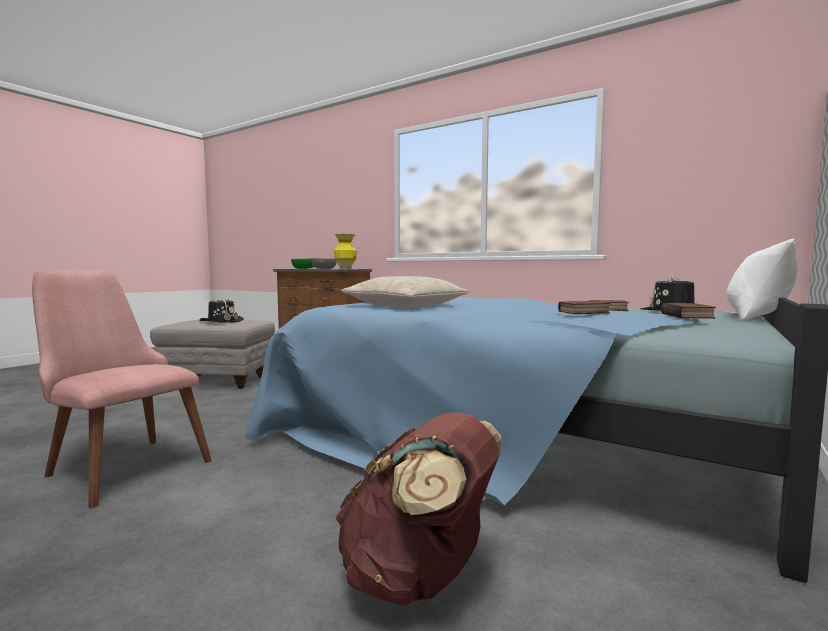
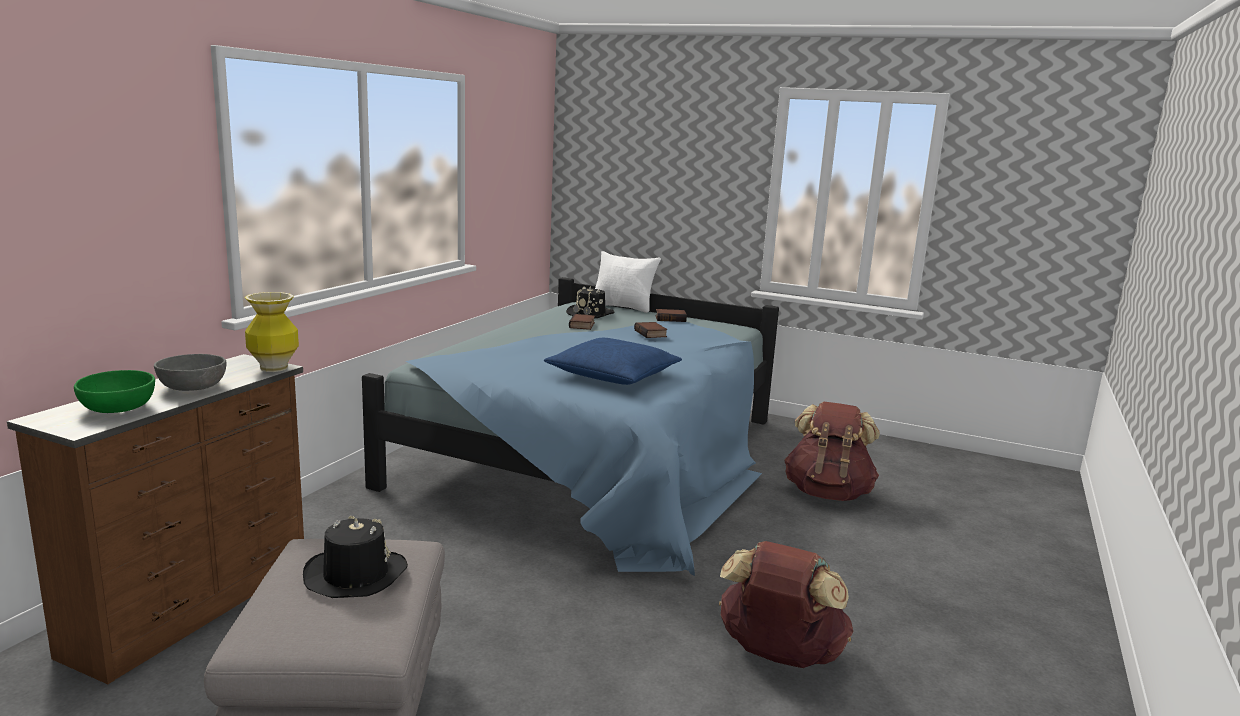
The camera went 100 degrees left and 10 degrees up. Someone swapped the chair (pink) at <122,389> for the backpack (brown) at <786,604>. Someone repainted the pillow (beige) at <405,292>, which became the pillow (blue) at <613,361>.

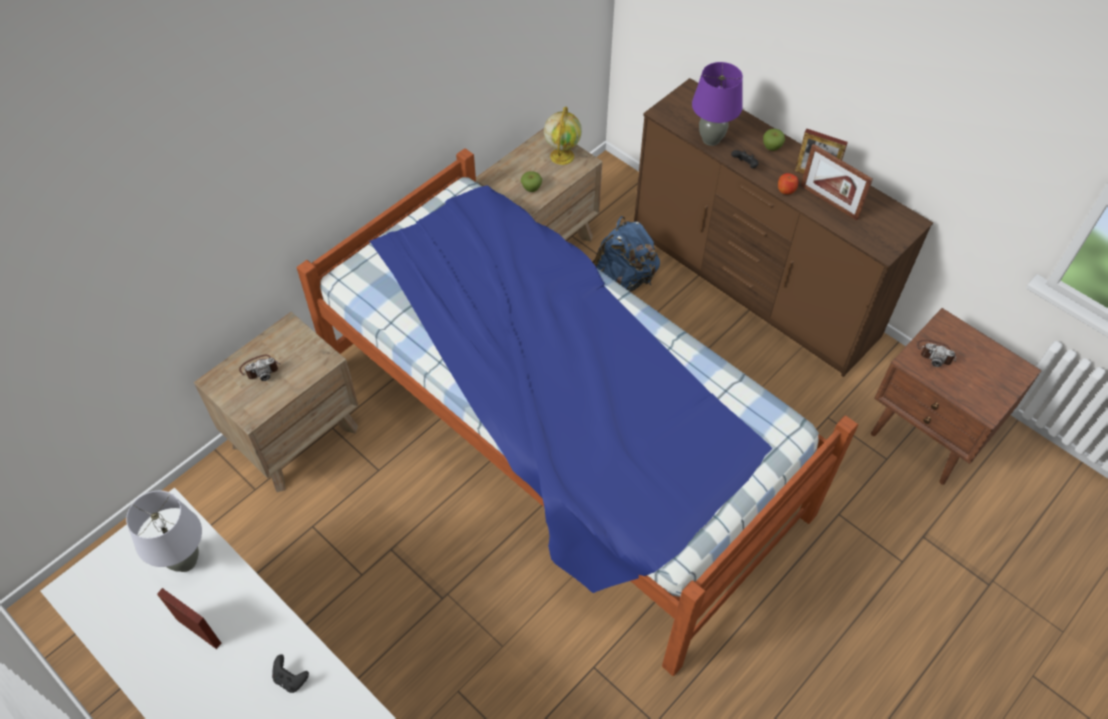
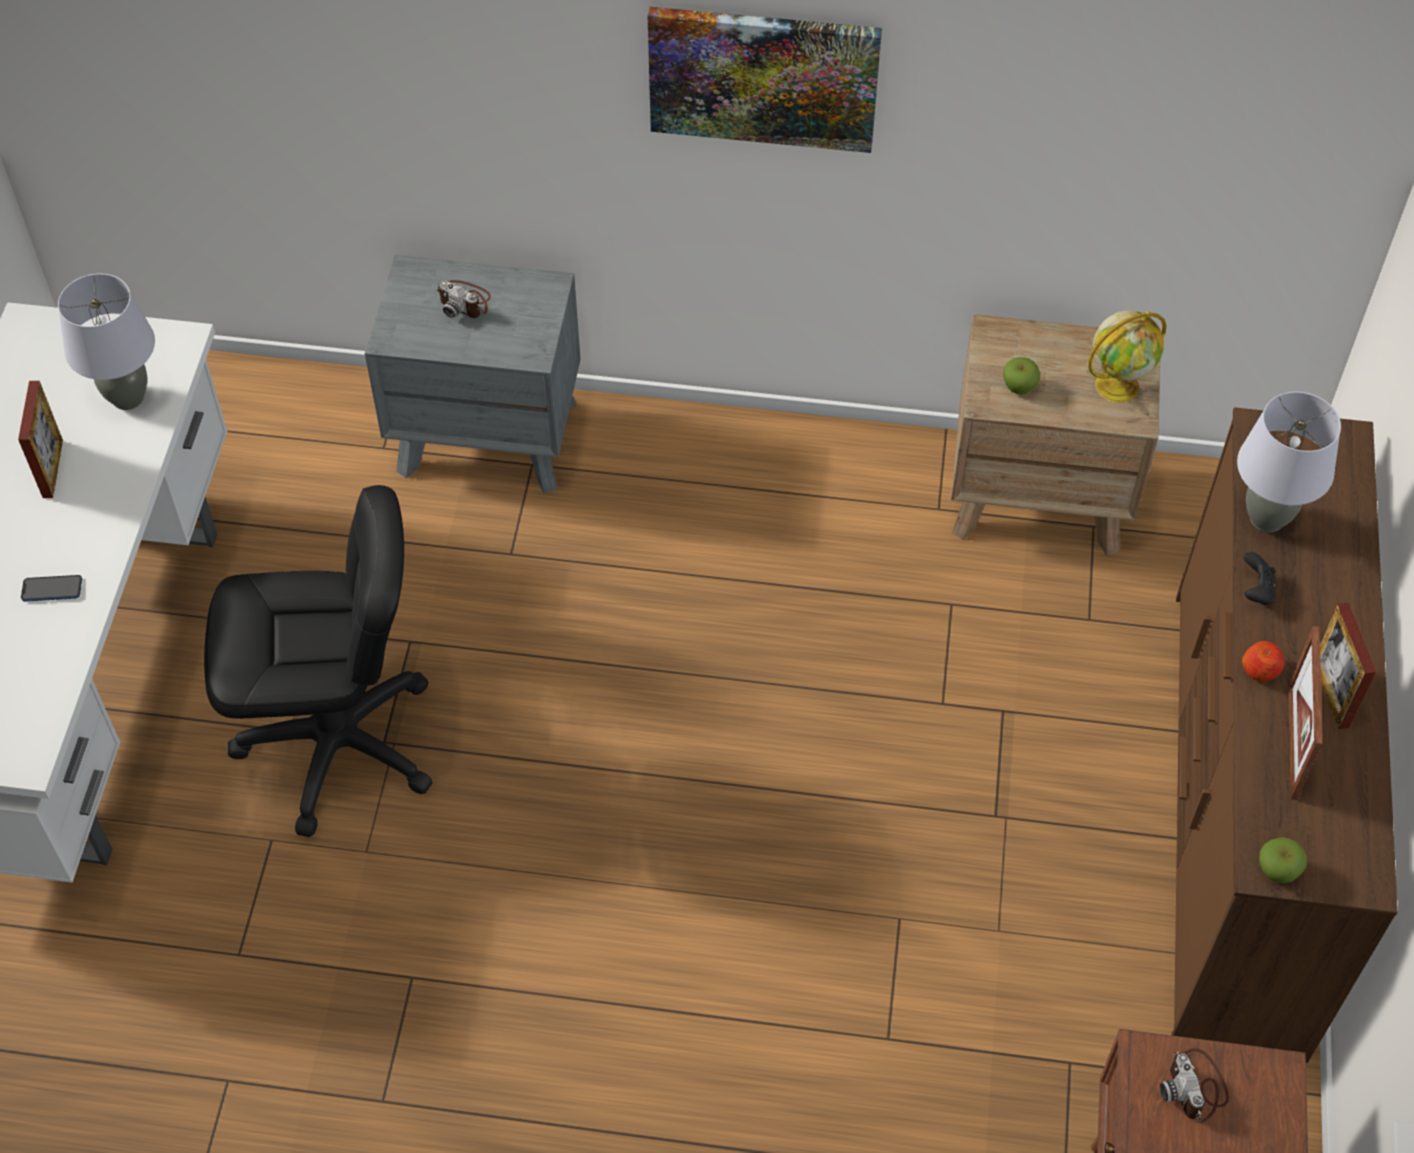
The camera went 55 degrees right and 0 degrees up. Someone repainted the table lamp (purple) at <717,104>, which became the table lamp (grey) at <1289,462>. Someone carried the apple from <774,140> to <1283,860>. Someone took away the bed at <577,412>. Someone took away the backpack (blue) at <626,253>. Someone repainted the nightstand (brown) at <276,402>, which became the nightstand (grey) at <472,374>. Someone swapped the game controller (black) at <290,673> for the phone at <51,588>. Someone put up the picture at <765,80>. Someone put down the office chair (black) at <318,661>.

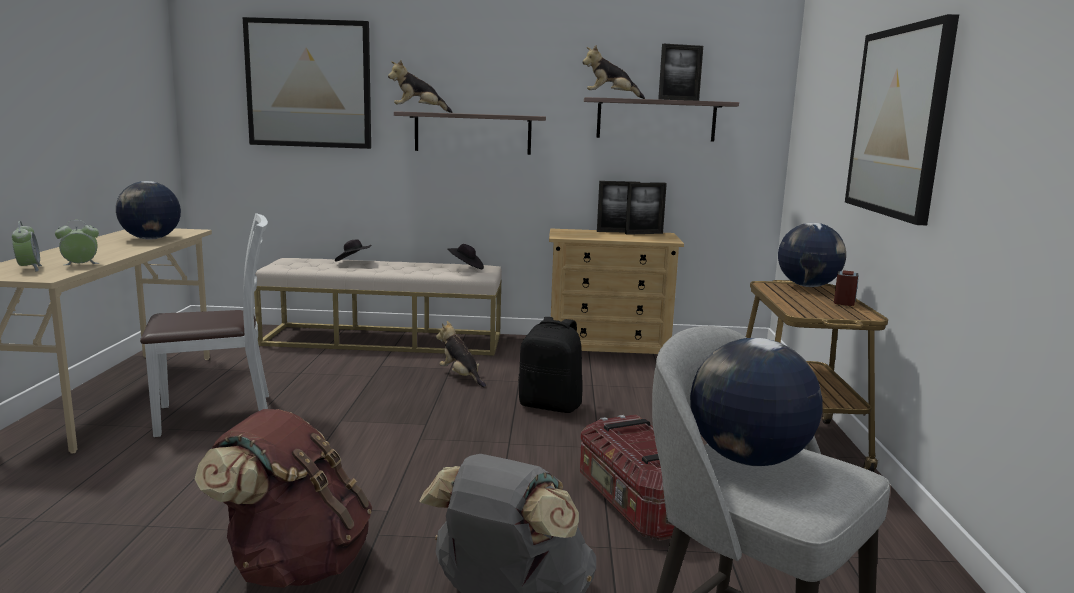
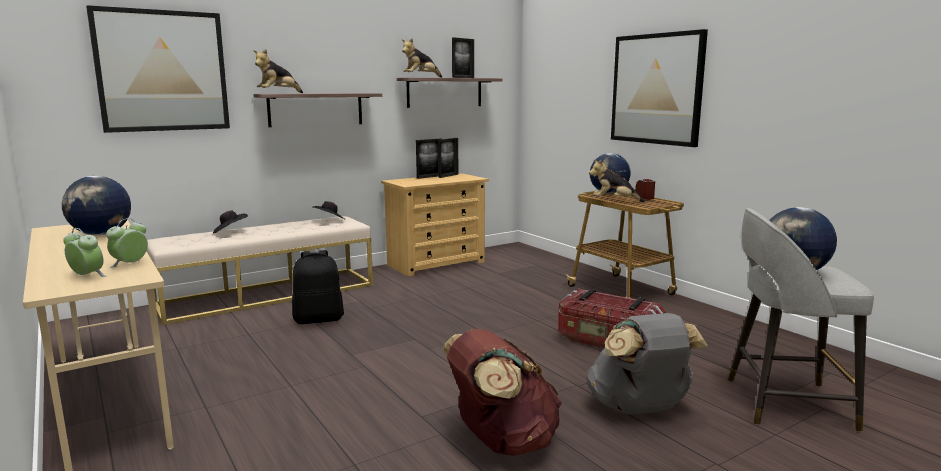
The camera went 35 degrees left and 0 degrees up. Someone took away the chair (white) at <204,325>. Someone carried the backpack (black) from <550,365> to <318,287>. Someone carried the plush toy from <461,354> to <617,180>.

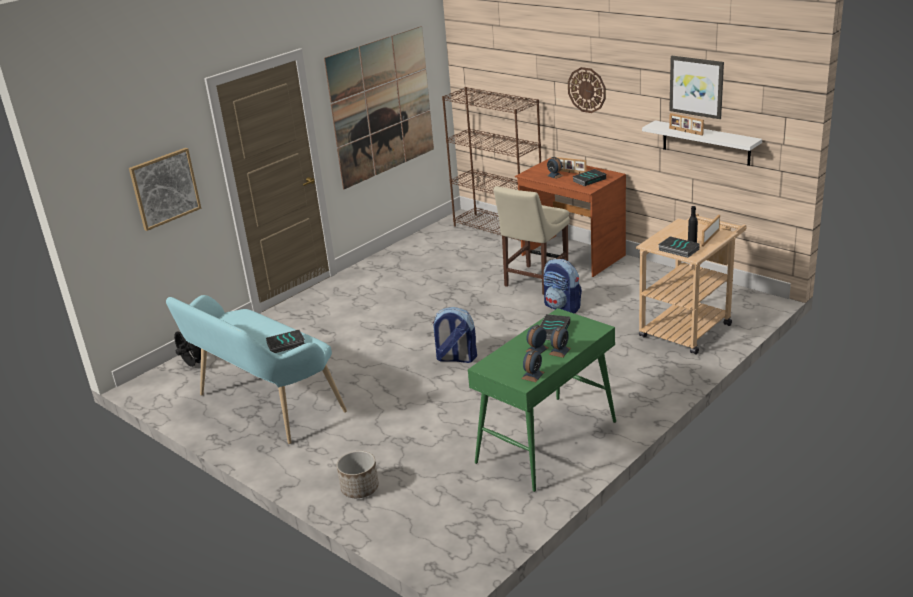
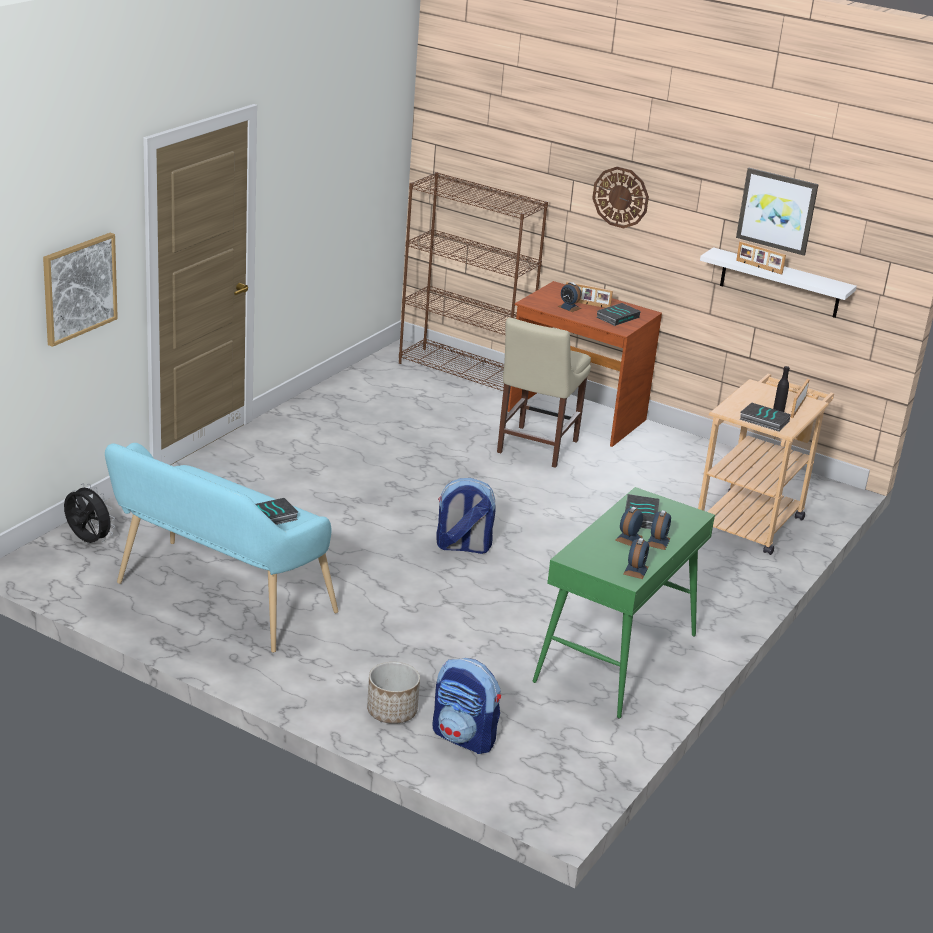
The camera went 15 degrees left and 0 degrees up. Someone took away the picture at <379,107>. Someone carried the backpack from <562,286> to <466,706>.

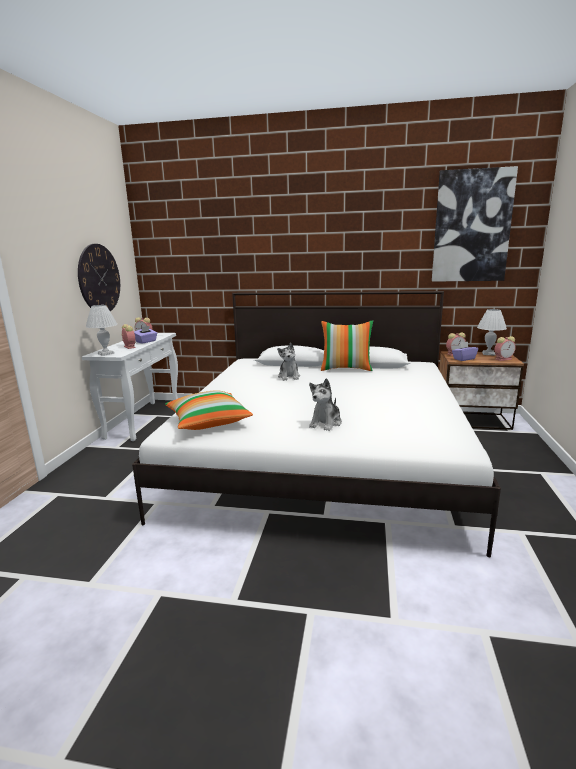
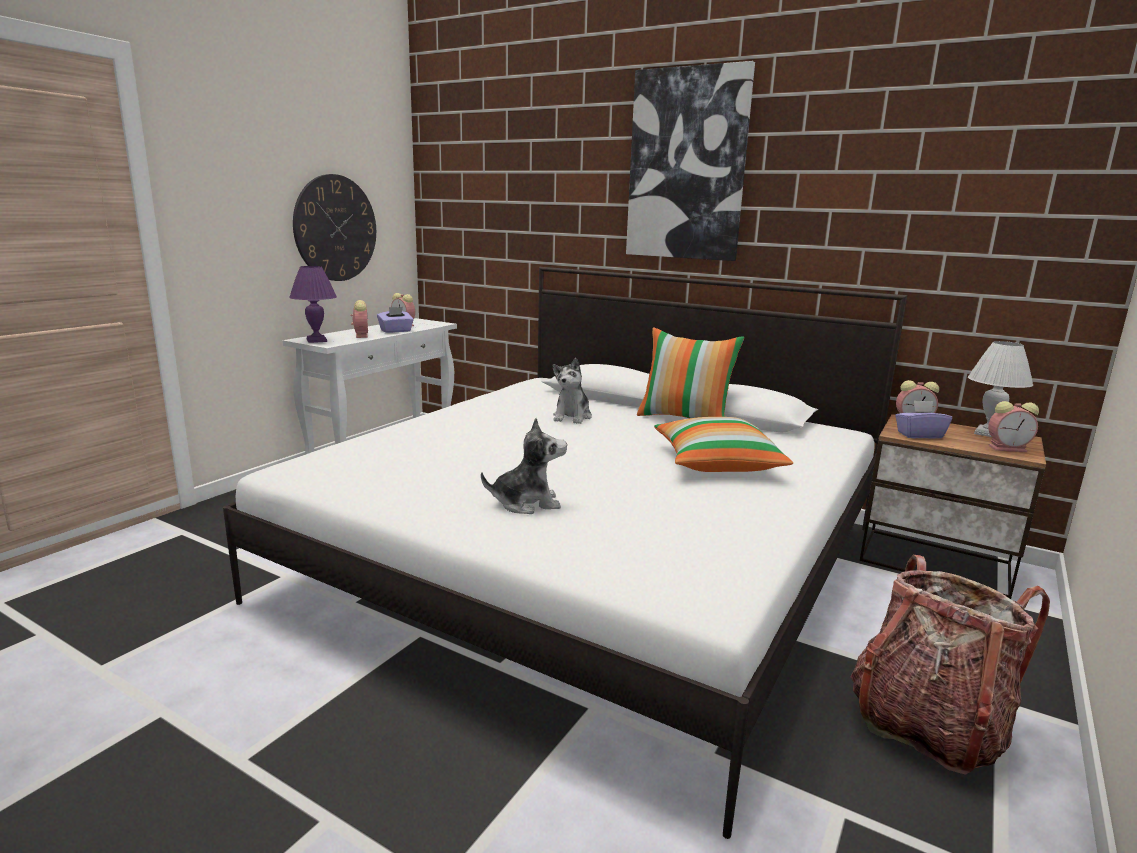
The camera went 20 degrees right and 0 degrees up. Someone carried the picture from <475,224> to <690,161>. Someone repainted the table lamp (white) at <102,330>, which became the table lamp (purple) at <313,304>. Someone rotated the plush toy at <325,404> by 150 degrees counterclockwise. Someone carried the pillow from <209,410> to <723,444>. Someone put down the backpack at <950,665>.

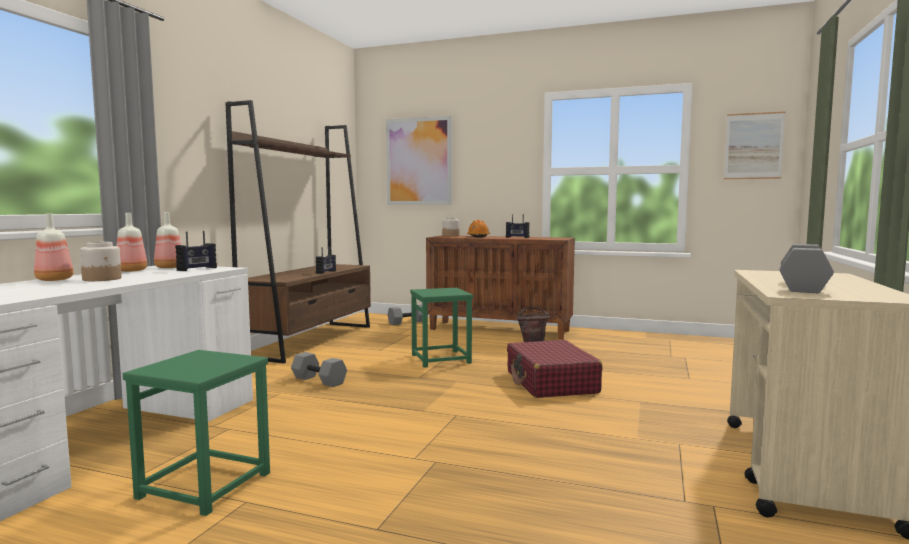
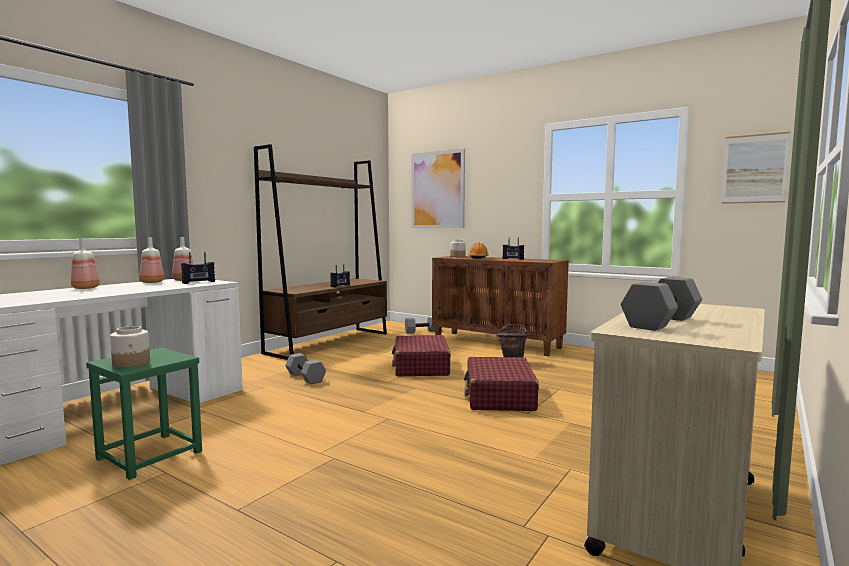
The camera went 15 degrees right and 0 degrees up. Someone carried the jar from <101,261> to <130,347>. Someone swapped the stool (green) at <441,328> for the suitcase (red) at <421,355>.

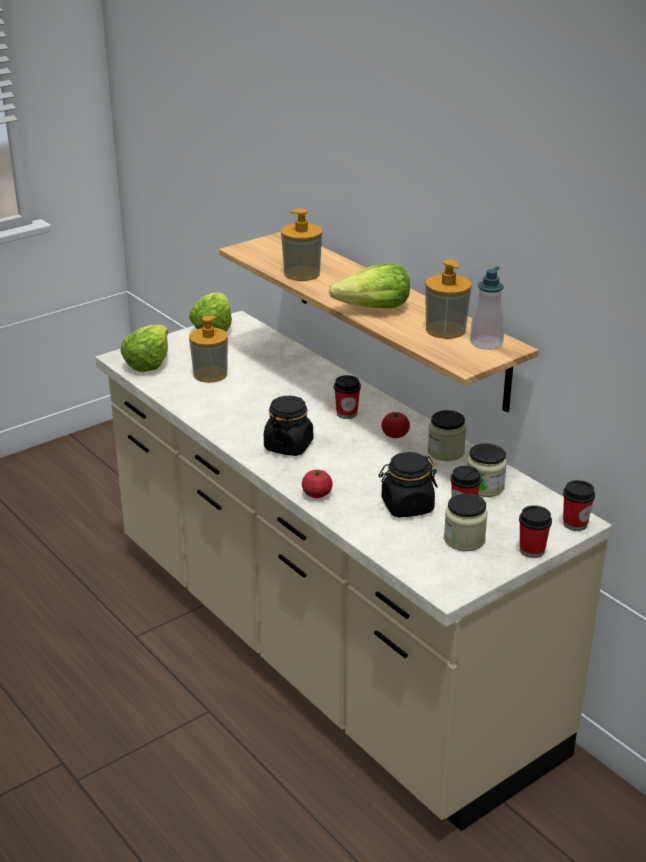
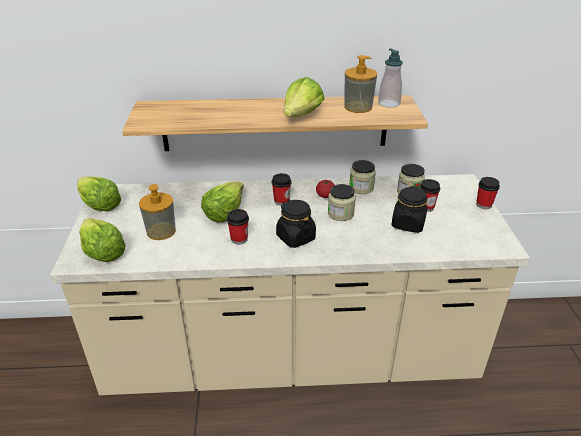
The camera went 55 degrees left and 5 degrees up. Someone took away the soap dispenser at <301,245>. Someone took away the tomato at <317,484>. Someone carried the cup from <579,505> to <238,226>. Someone carried the jar from <466,522> to <342,202>. Someone put down the lettuce at <222,201>.

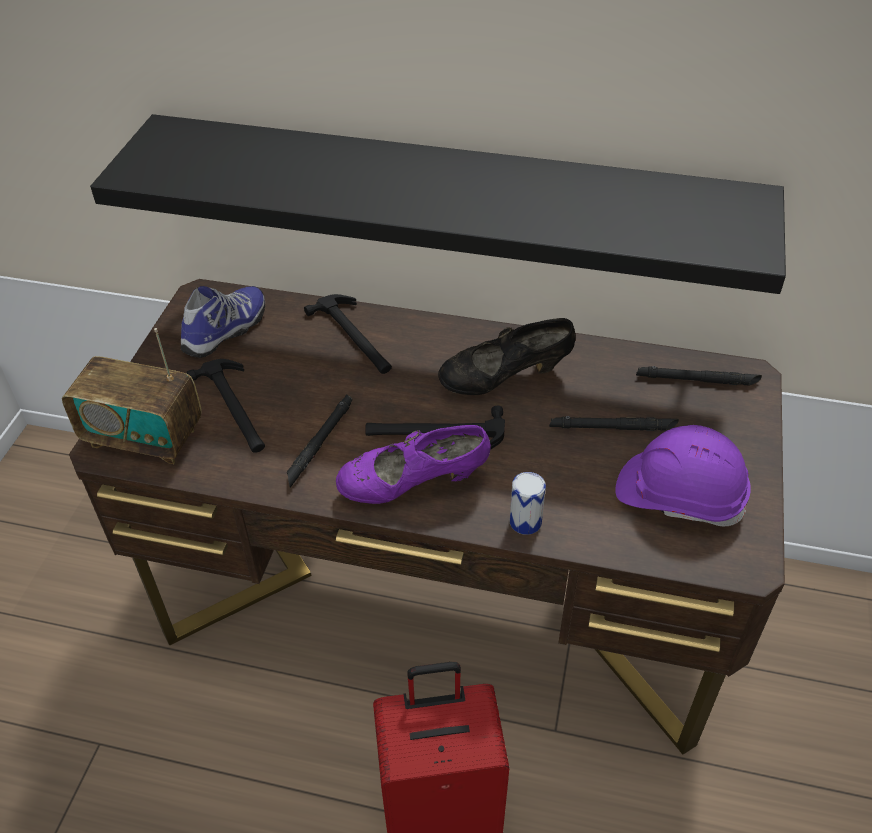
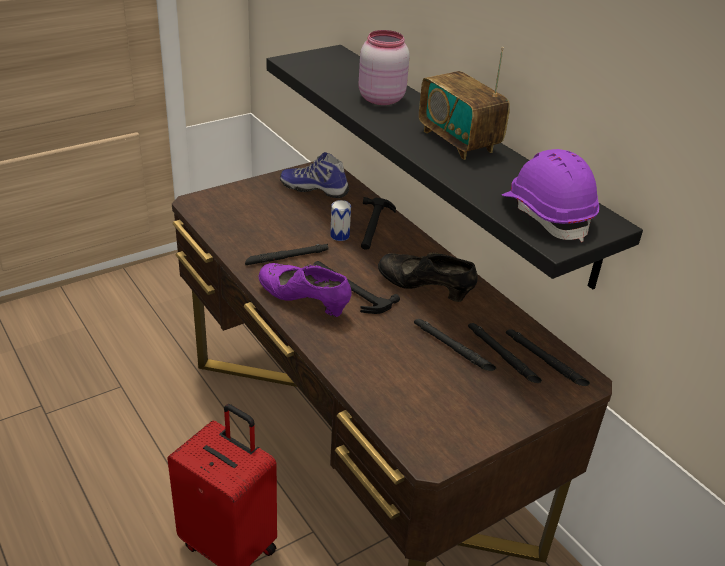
The camera went 40 degrees right and 10 degrees down. Someone rotated the shoe at <223,322> by 150 degrees counterclockwise. Someone carried the radio from <132,396> to <464,103>. Someone took away the hammer at <226,406>. Someone carried the hard hat (purple) from <683,475> to <550,195>. Someone carried the can from <528,503> to <340,220>. Someone put down the jar (pink) at <384,67>. Someone put down the flashlight (black) at <505,353>.

